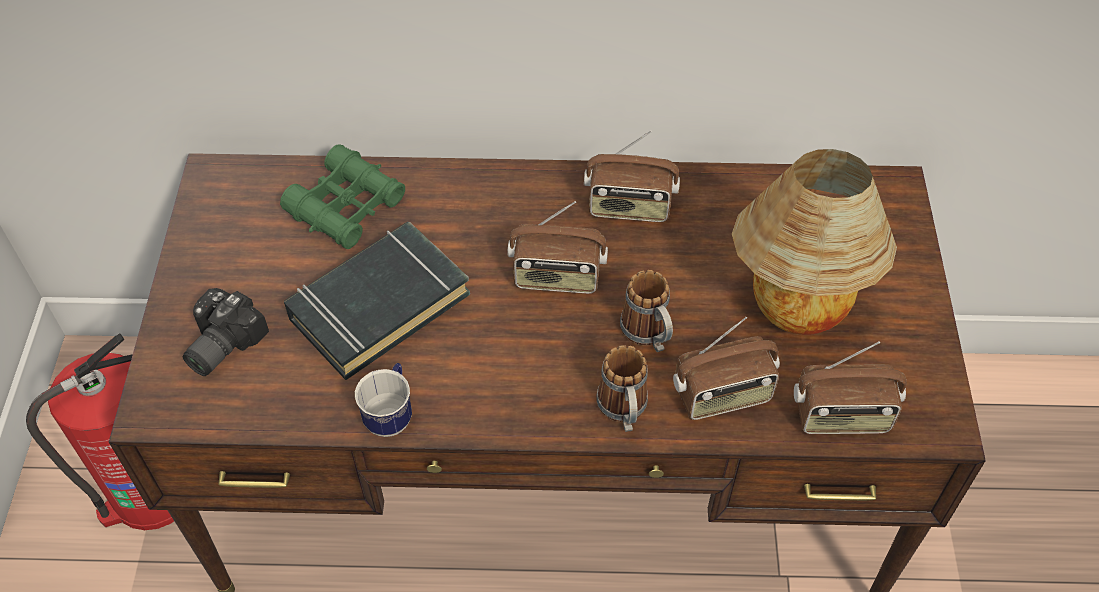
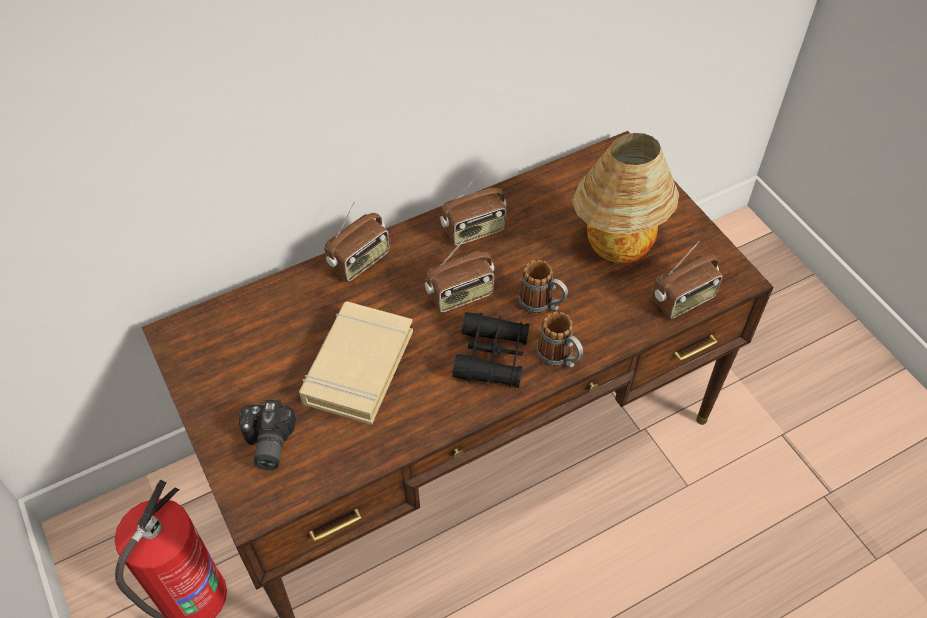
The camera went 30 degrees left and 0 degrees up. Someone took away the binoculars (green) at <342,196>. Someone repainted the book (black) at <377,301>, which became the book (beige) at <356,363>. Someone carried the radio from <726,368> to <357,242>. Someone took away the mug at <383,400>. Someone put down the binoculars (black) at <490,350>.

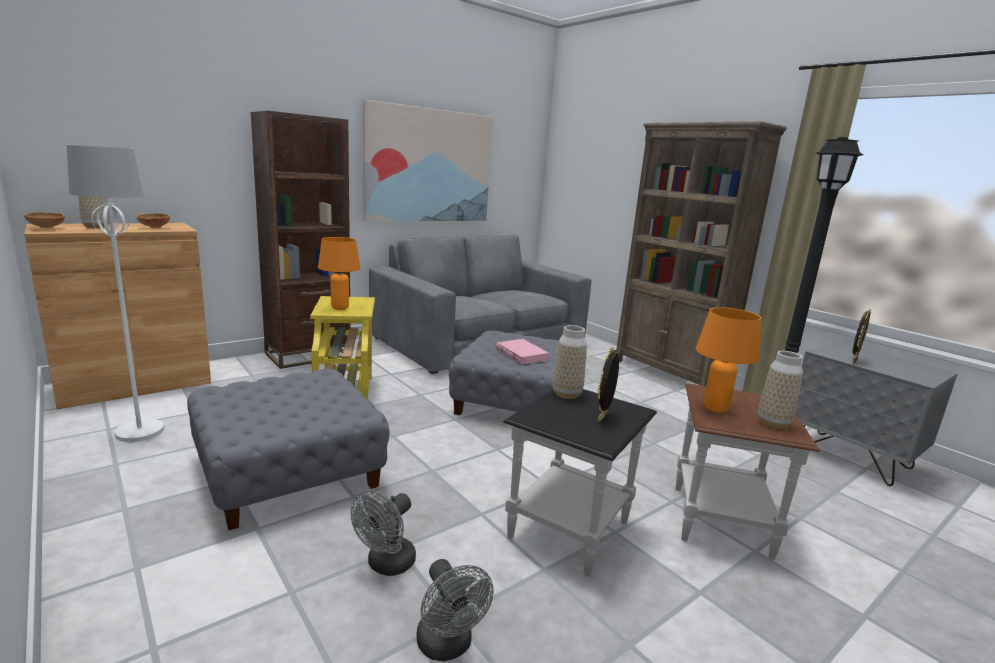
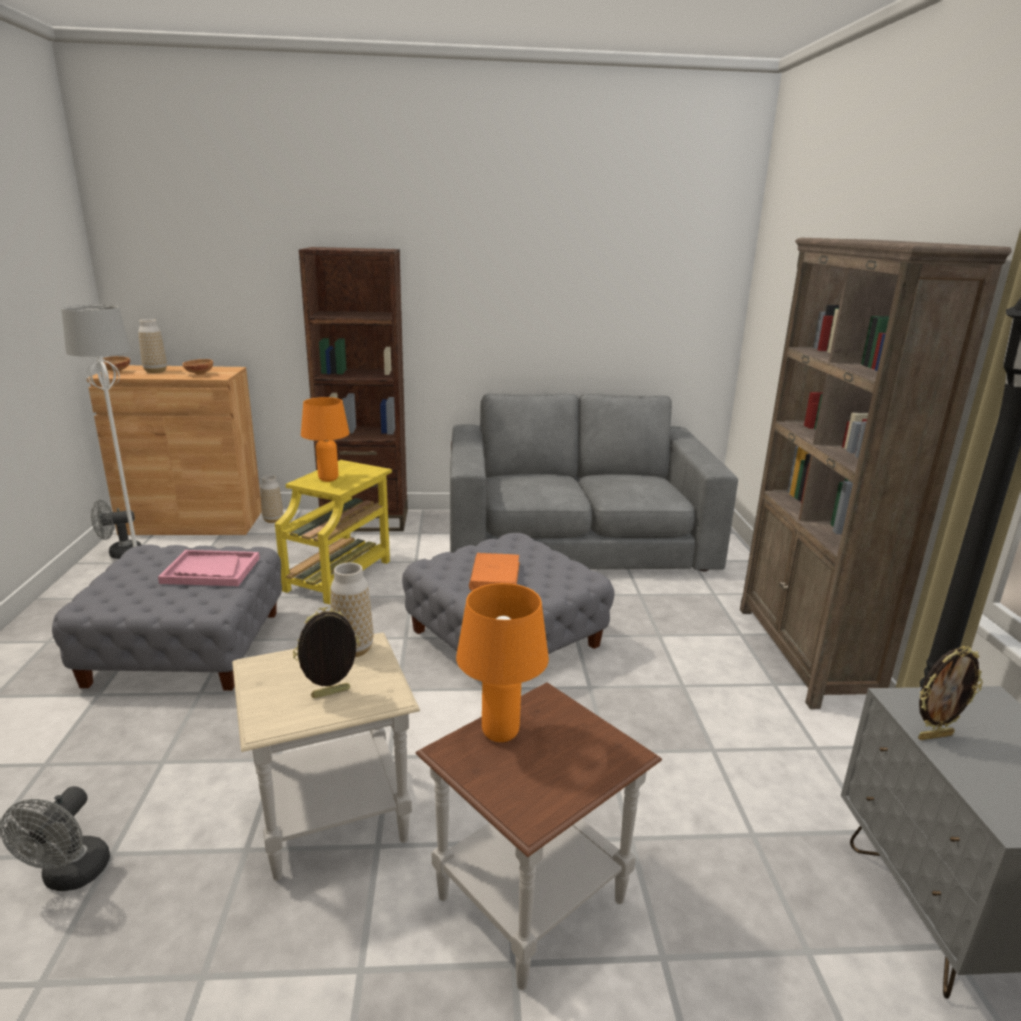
The camera went 35 degrees right and 5 degrees up. Someone took away the picture at <428,160>. Someone repainted the book (pink) at <523,351>, which became the book (orange) at <494,571>. Someone carried the vase from <780,390> to <271,499>. Someone repainted the side table (black) at <580,482>, which became the side table (beige) at <326,757>. Someone carried the fan (grey) from <383,533> to <116,529>. Someone put down the tray (pink) at <209,568>.

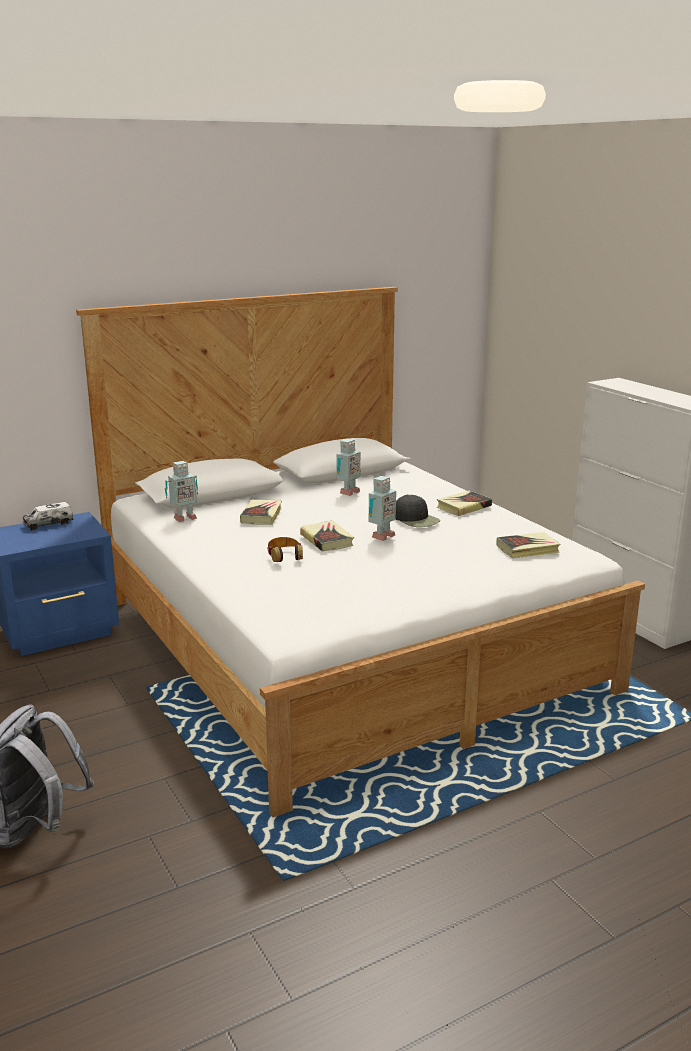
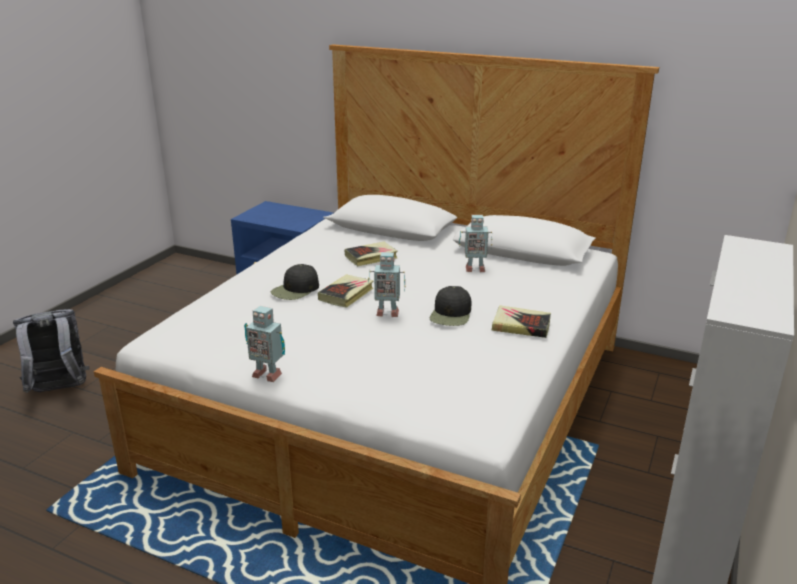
The camera went 55 degrees right and 5 degrees up. Someone carried the toy robot from <181,491> to <264,344>. Someone took away the toy truck at <48,516>. Someone took away the book at <528,545>. Someone swapped the headphones at <285,549> for the cap (black) at <295,282>.

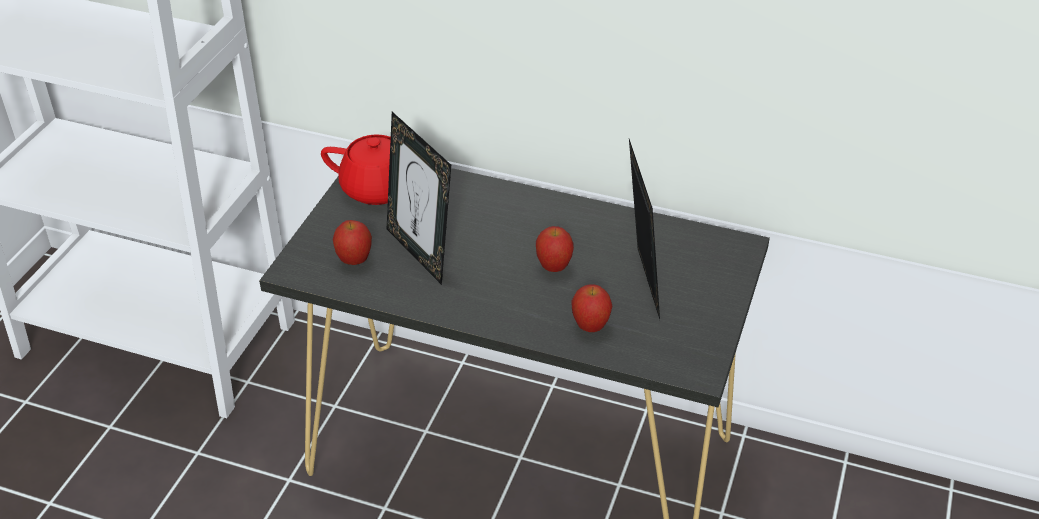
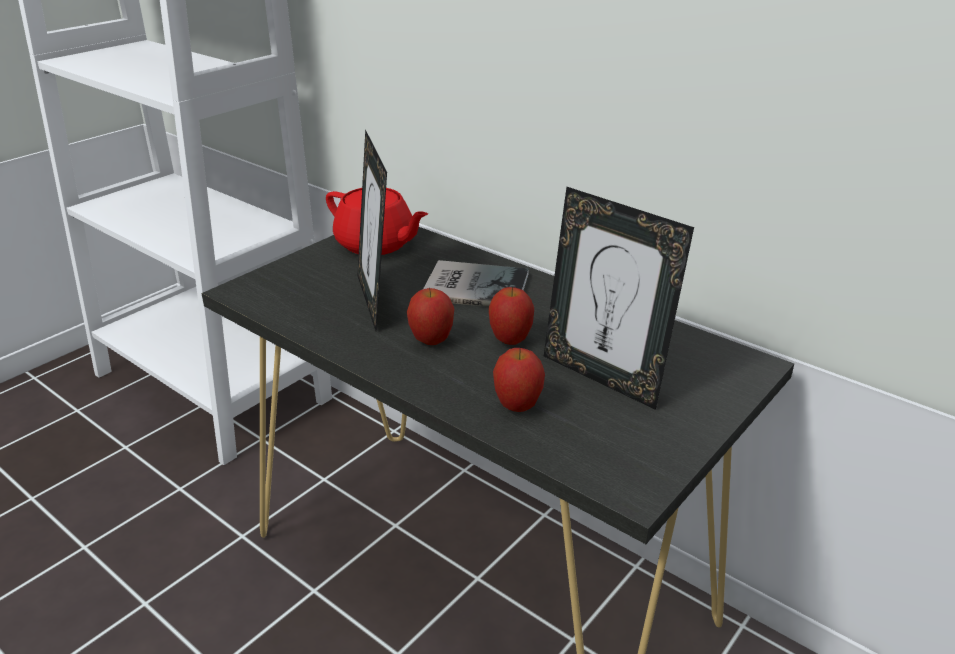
The camera went 20 degrees right and 10 degrees down. Someone rotated the picture frame at <644,229> by 120 degrees clockwise. Someone carried the apple from <352,242> to <430,316>. Someone put down the book at <476,283>.

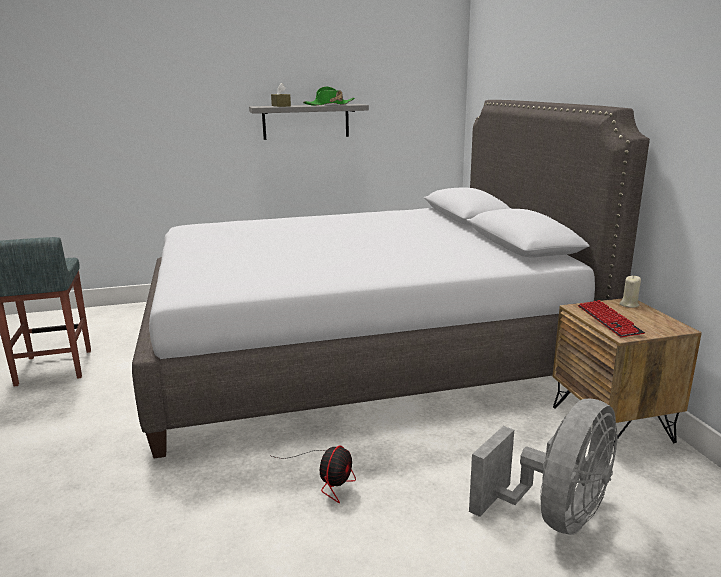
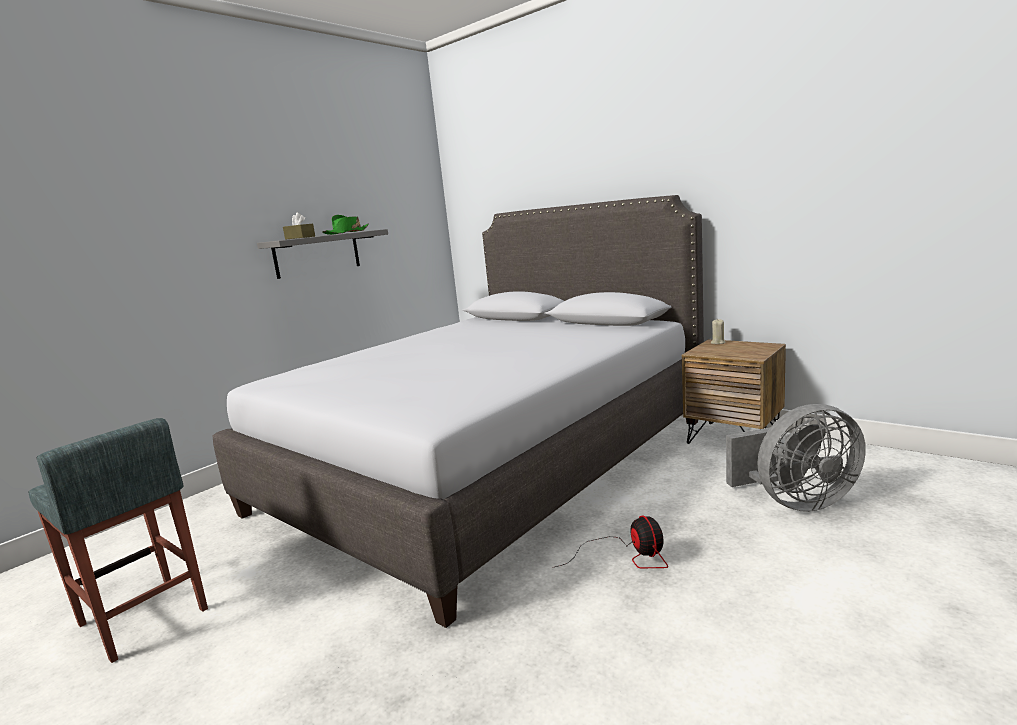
The camera went 35 degrees left and 5 degrees down. Someone took away the keyboard at <611,318>. Someone rotated the fan (grey) at <543,467> by 75 degrees clockwise.

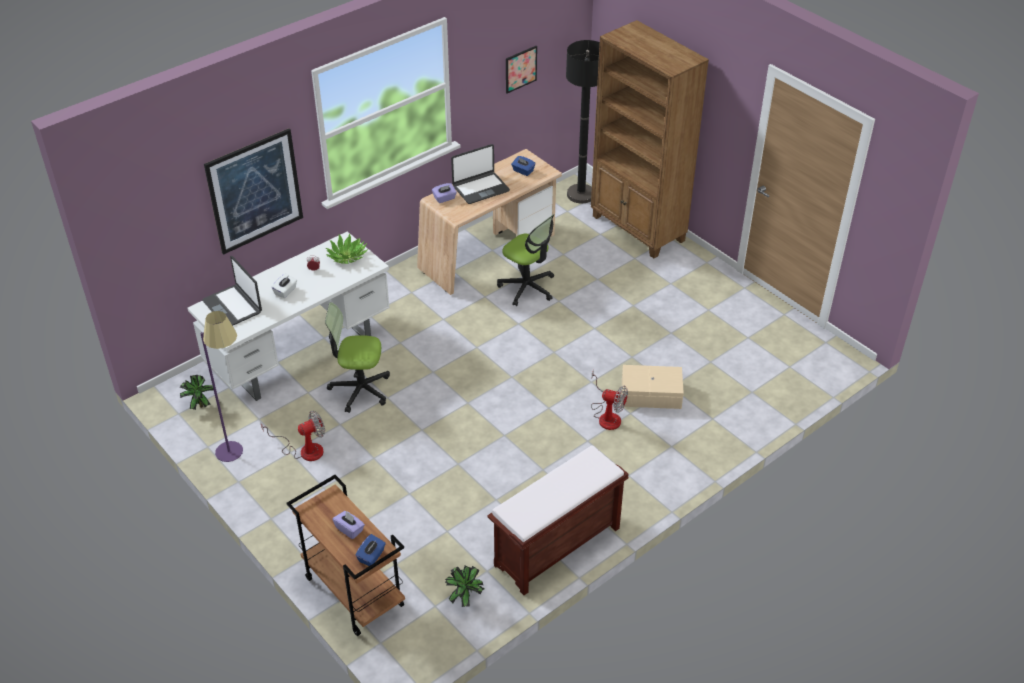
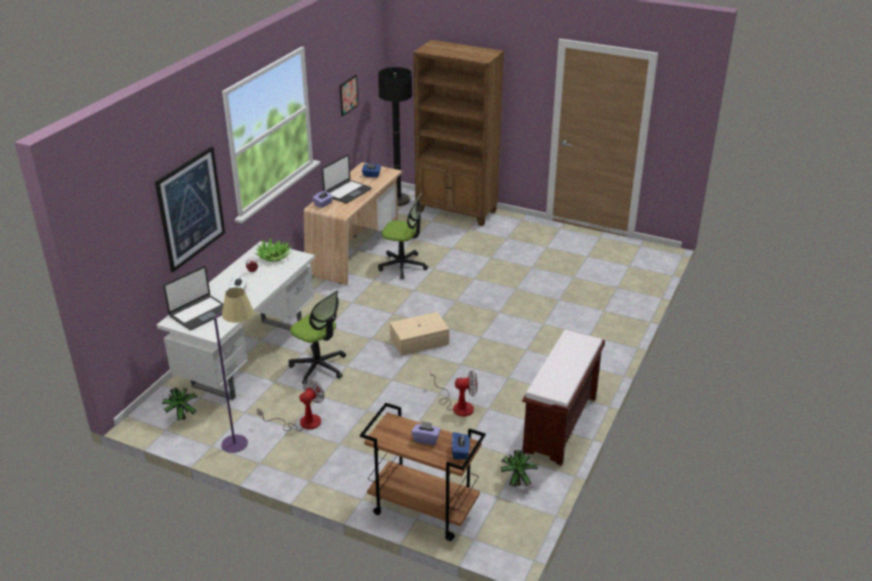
The camera went 25 degrees left and 10 degrees down. Someone rotated the laptop at <232,291> by 75 degrees counterclockwise. Someone rotated the office chair at <357,357> by 120 degrees counterclockwise. Someone carried the storage box (beige) from <653,387> to <419,334>. Someone carried the fan from <609,400> to <454,393>.

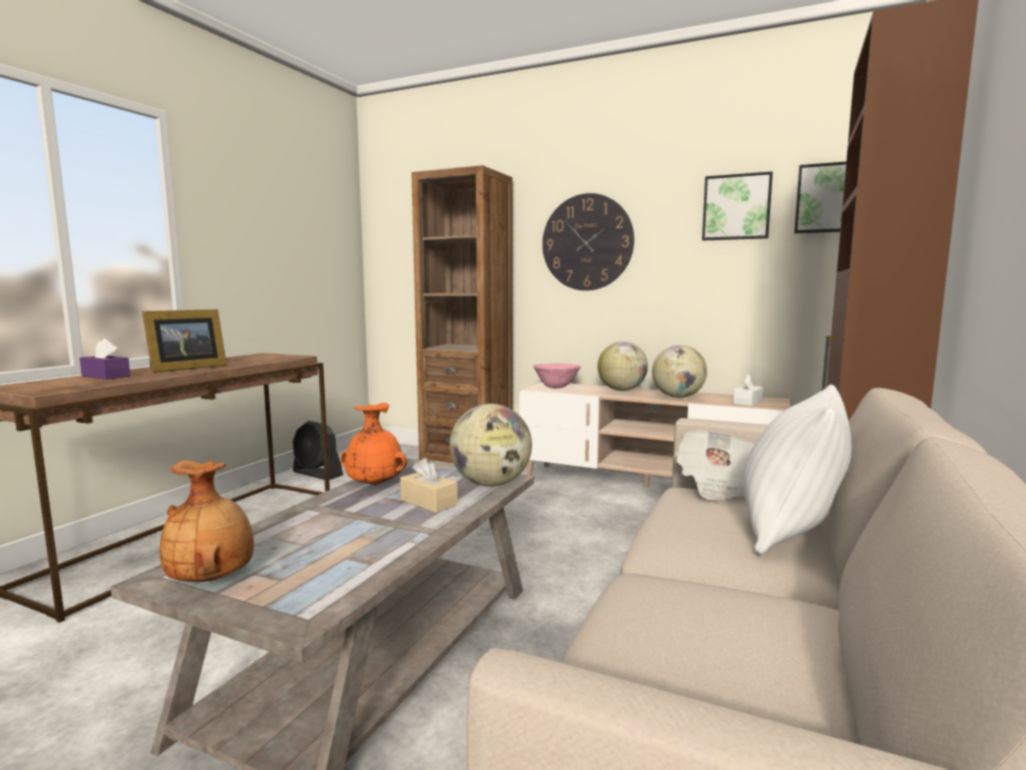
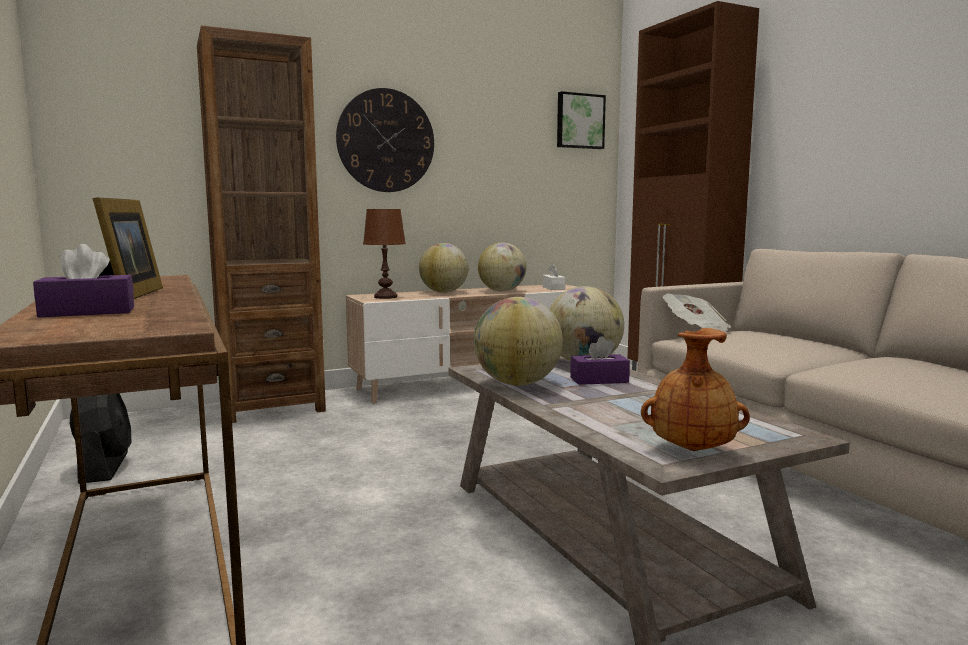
The camera went 50 degrees left and 0 degrees up. Someone took away the picture at <737,205>. Someone swapped the bowl (pink) at <557,375> for the table lamp (brown) at <384,254>. Someone took away the pillow (white) at <797,469>. Someone swapped the vase (orange) at <374,444> for the globe at <518,341>. Someone rotated the fan (black) at <318,450> by 90 degrees counterclockwise. Someone repainted the tissue box (beige) at <429,485>, which became the tissue box (purple) at <600,360>.

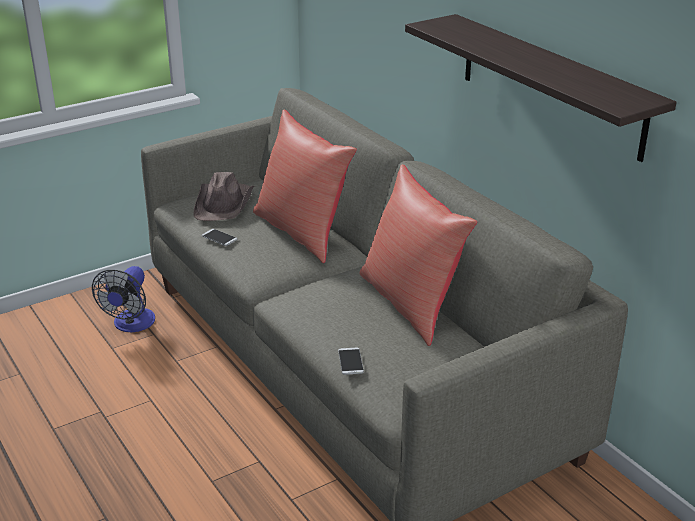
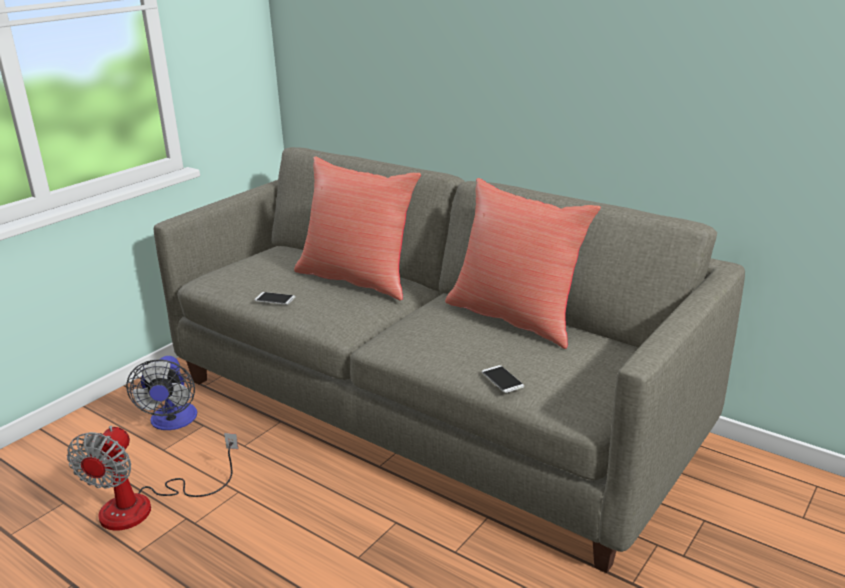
The camera went 20 degrees left and 5 degrees down. Someone took away the shelf at <541,88>. Someone took away the hat (brown) at <223,196>. Someone put down the fan at <153,478>.

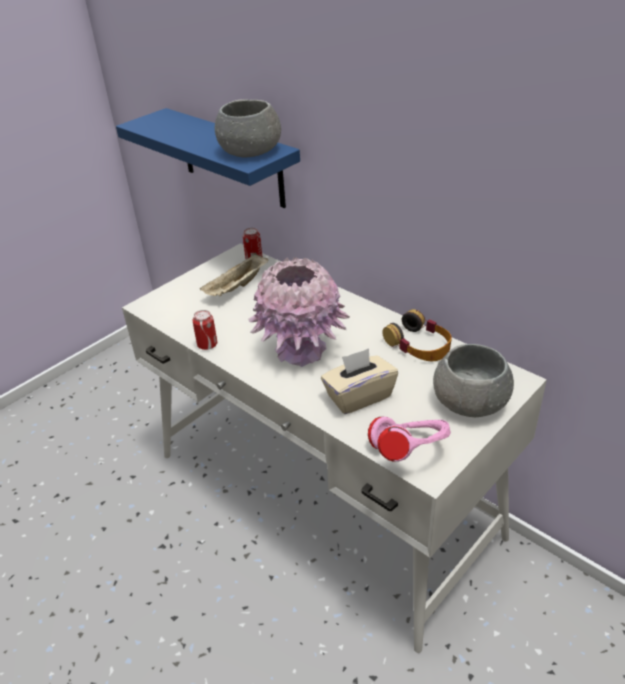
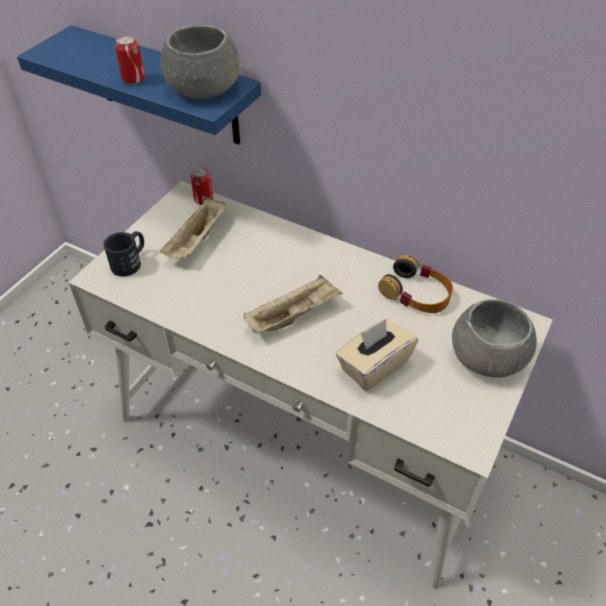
The camera went 15 degrees left and 10 degrees up. Someone swapped the vase (pink) at <299,312> for the tray (beige) at <293,304>. Someone carried the can from <204,330> to <130,59>. Someone took away the headphones (pink) at <409,439>. Someone put down the mug (black) at <123,254>.

